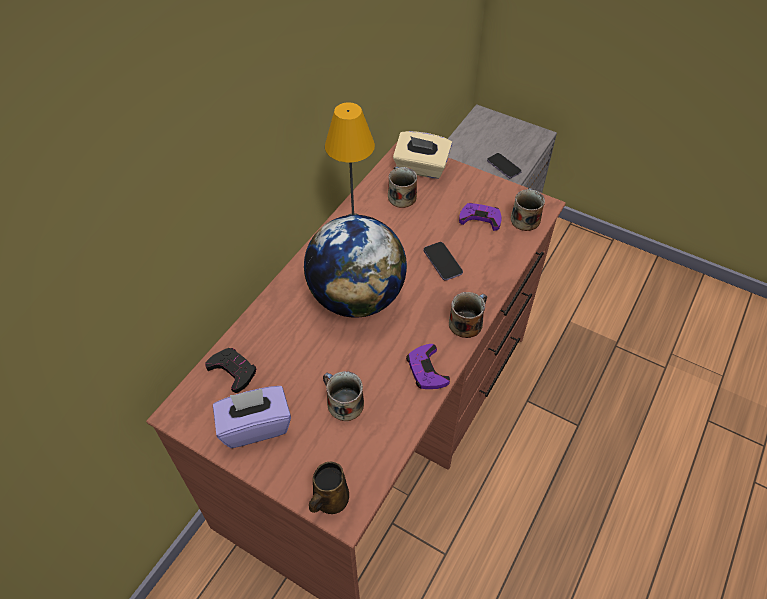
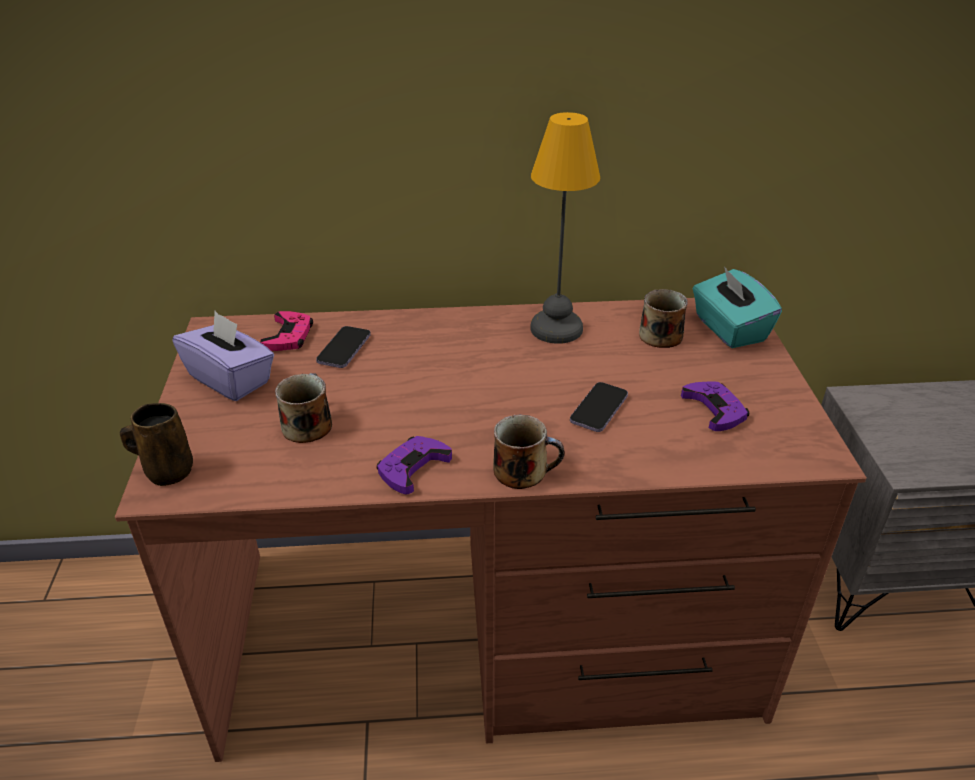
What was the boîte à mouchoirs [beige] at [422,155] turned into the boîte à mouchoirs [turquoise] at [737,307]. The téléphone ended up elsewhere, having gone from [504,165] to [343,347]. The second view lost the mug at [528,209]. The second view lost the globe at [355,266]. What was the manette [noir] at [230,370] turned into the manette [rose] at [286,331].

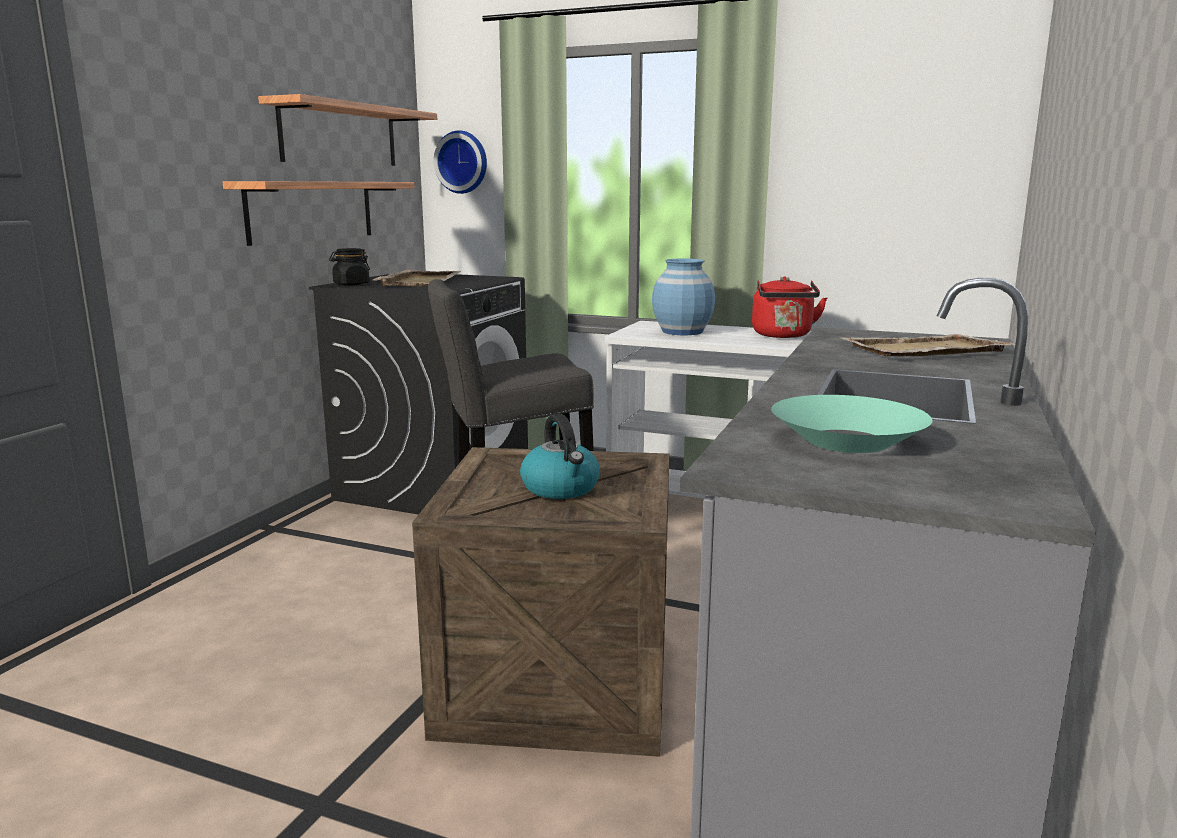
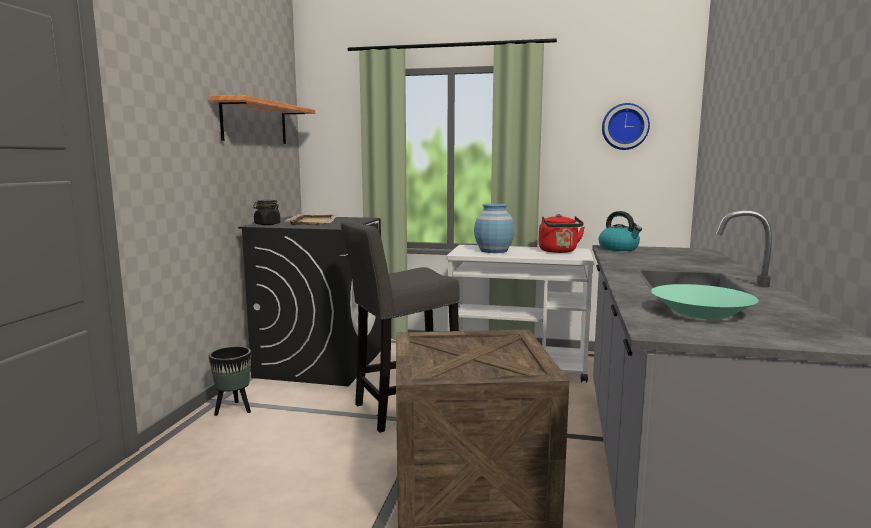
The horloge murale ended up elsewhere, having gone from [460,162] to [626,126]. The second view lost the étagère at [318,213]. The second view lost the plateau [beige] at [928,345]. The bouilloire ended up elsewhere, having gone from [560,456] to [620,231]. The second view gained the cache-pot [noir] at [230,381].

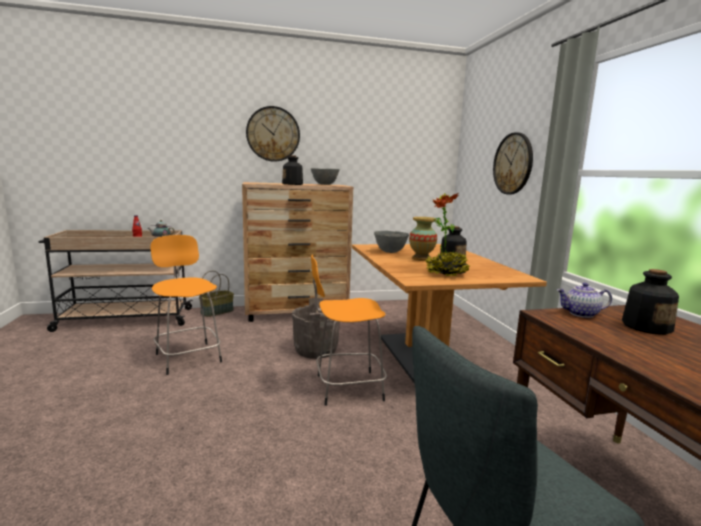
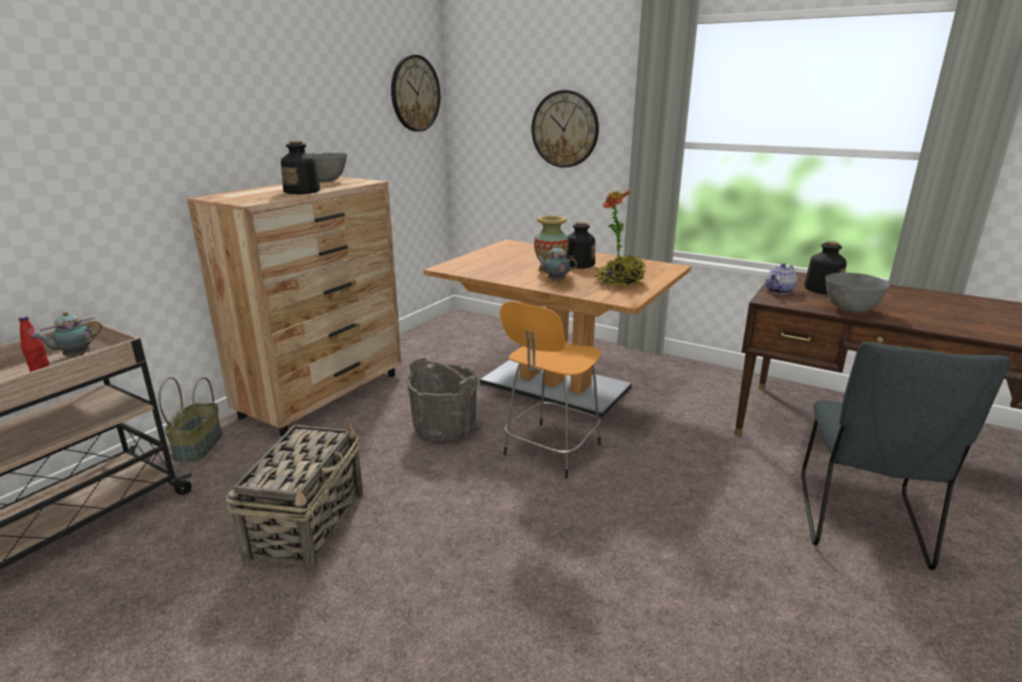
The horloge murale ended up elsewhere, having gone from [273,134] to [415,93]. The bol [gris] ended up elsewhere, having gone from [391,242] to [857,293]. Where the tabouret [orange] stood at [186,305], the panier came to stand at [294,497]. The second view gained the théière at [556,263].

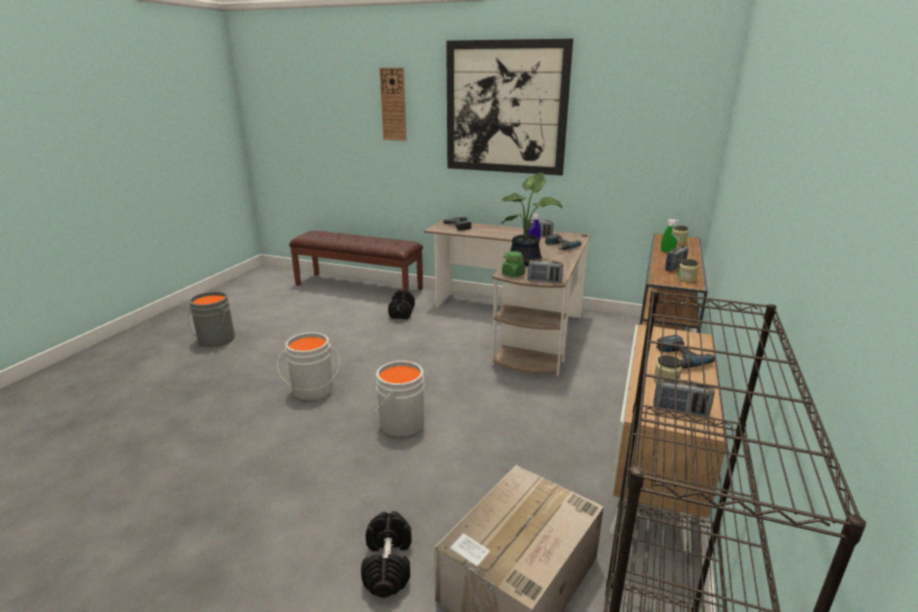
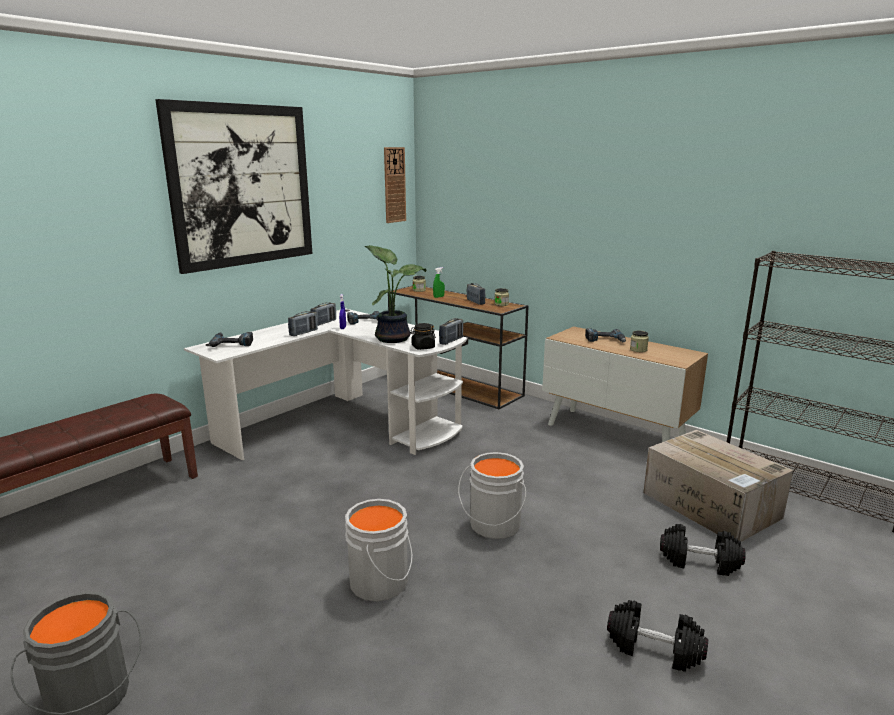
The horloge murale ended up elsewhere, having gone from [393,104] to [395,185]. What was the bureau [marron] at [507,298] turned into the bureau [blanc] at [325,384]. What was the bocal [vert] at [513,264] turned into the bocal [noir] at [423,336]. The haltère [noir] ended up elsewhere, having gone from [401,304] to [657,636]. The radio ended up elsewhere, having gone from [684,397] to [303,323].

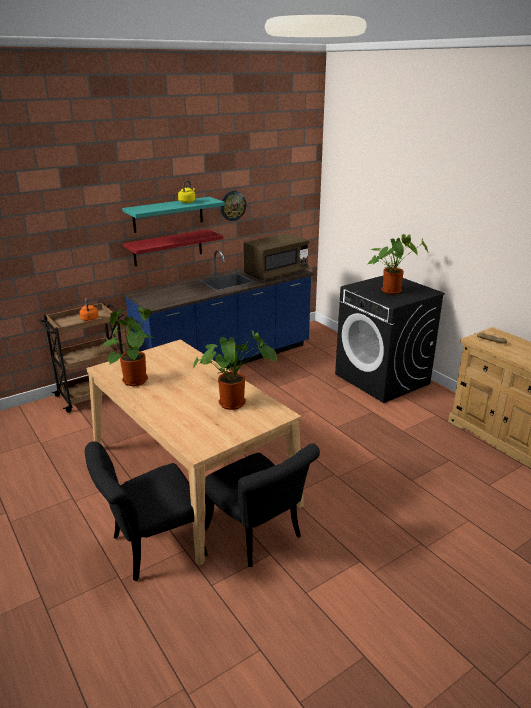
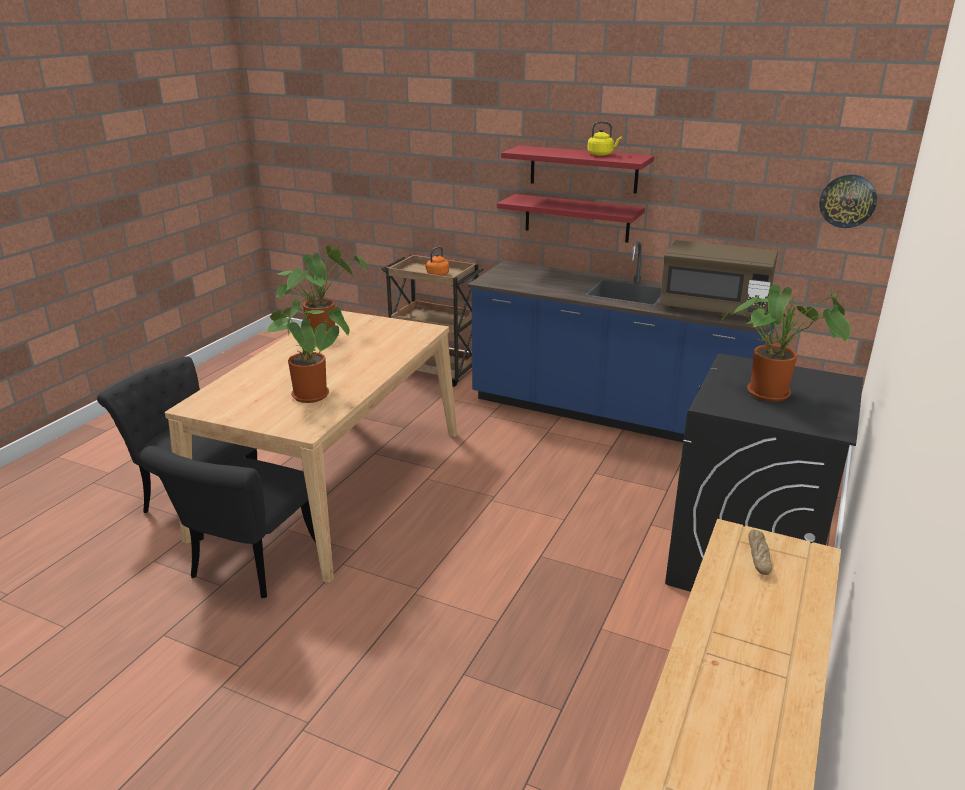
The horloge murale ended up elsewhere, having gone from [233,206] to [848,201]. What was the étagère [turquoise] at [173,215] turned into the étagère [rouge] at [577,169].

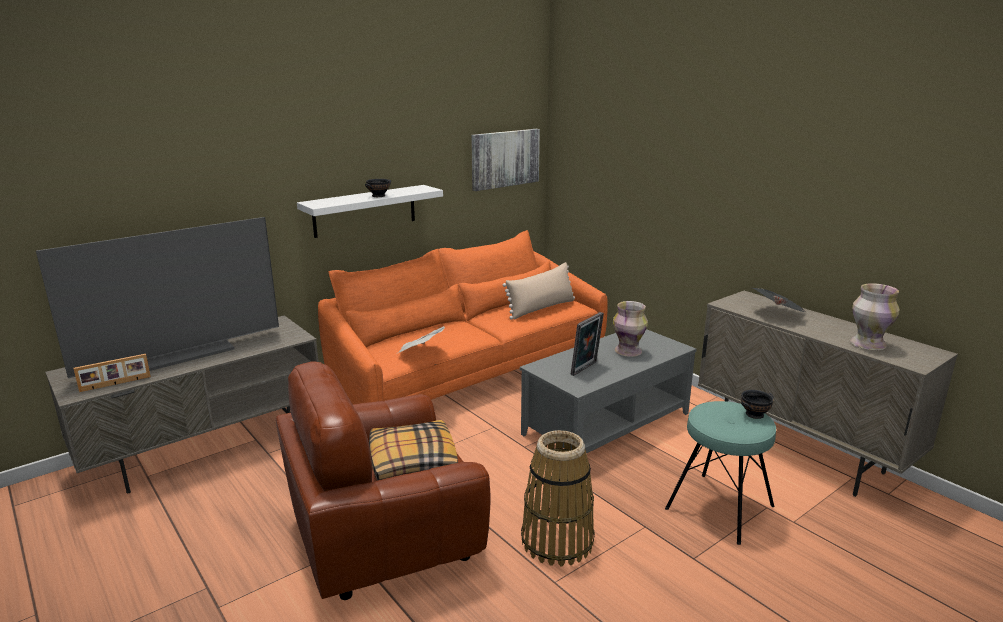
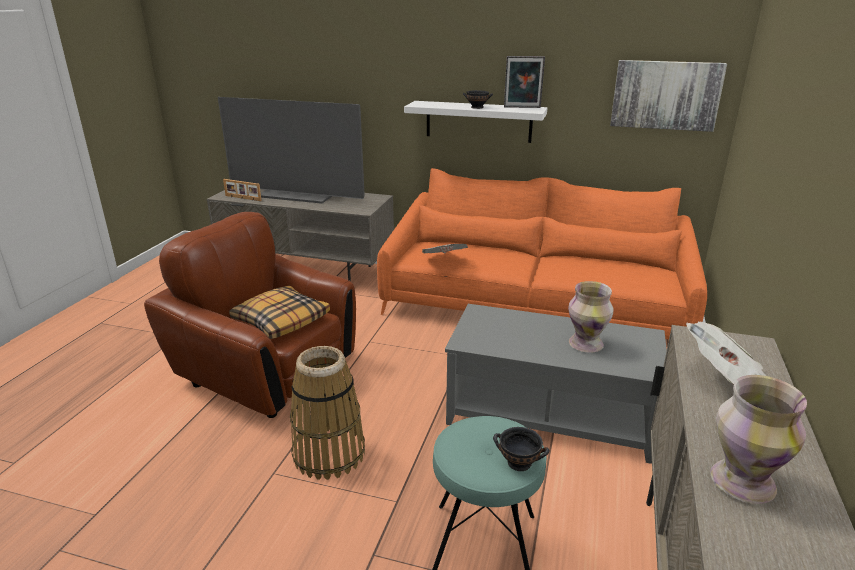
The second view lost the coussin [beige] at [539,291]. The cadre photo ended up elsewhere, having gone from [587,344] to [524,82].

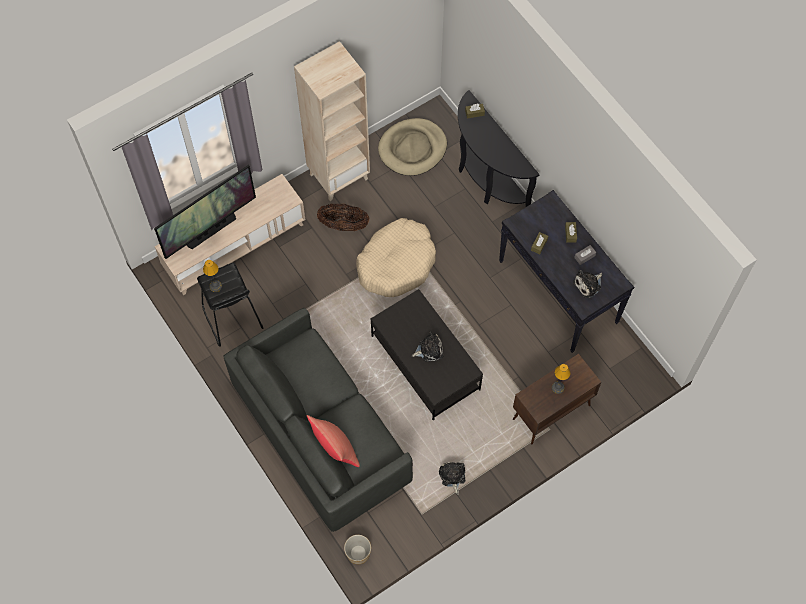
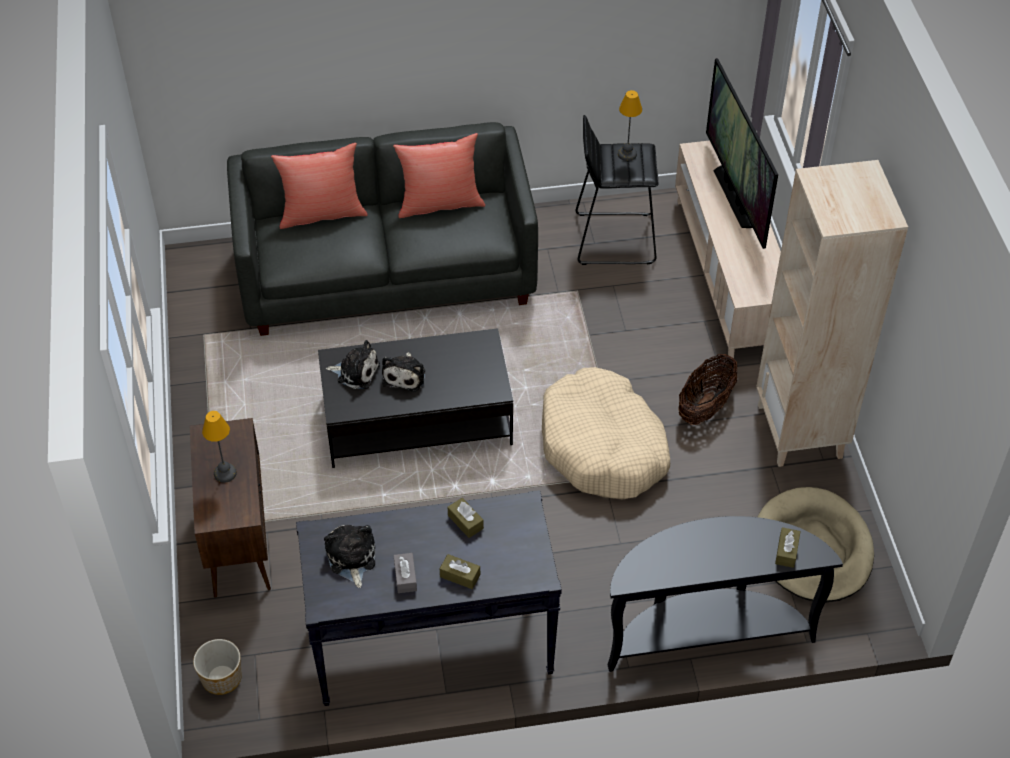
The peluche ended up elsewhere, having gone from [452,478] to [353,364]. The cache-pot ended up elsewhere, having gone from [357,549] to [217,667]. The second view gained the coussin [rouge] at [439,175].

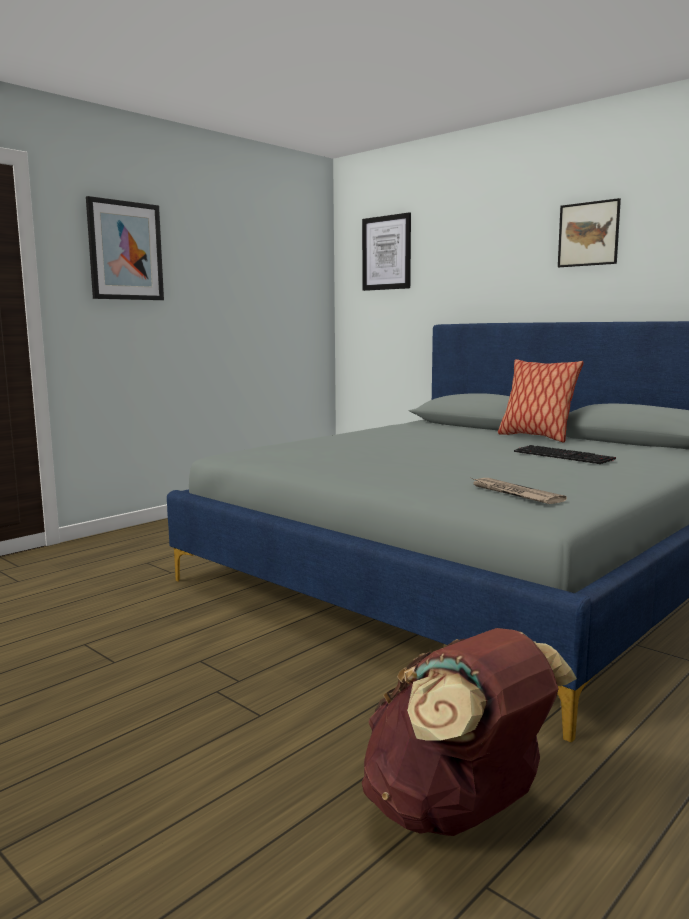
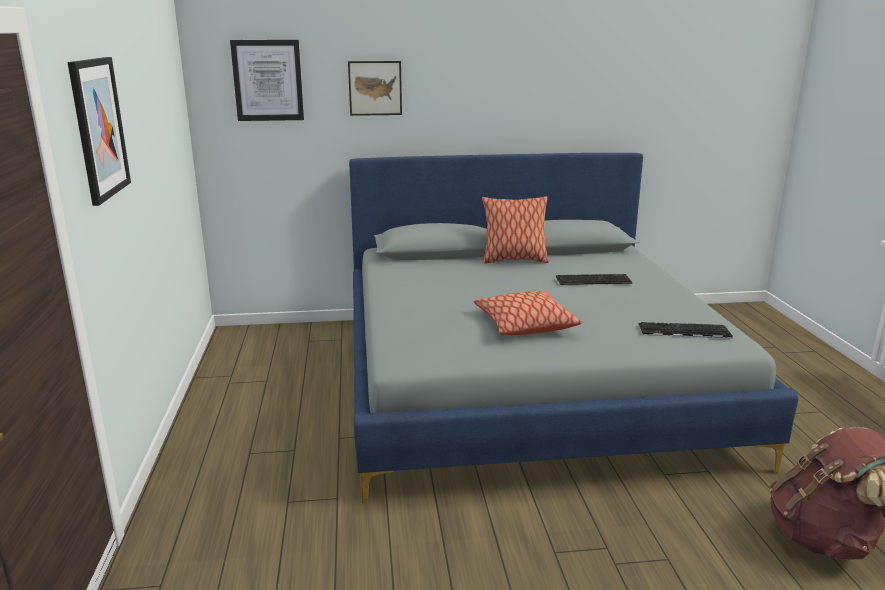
The tableau ended up elsewhere, having gone from [589,232] to [375,88]. Where the journal stood at [519,491], the clavier came to stand at [686,330]. The second view gained the coussin at [528,313].

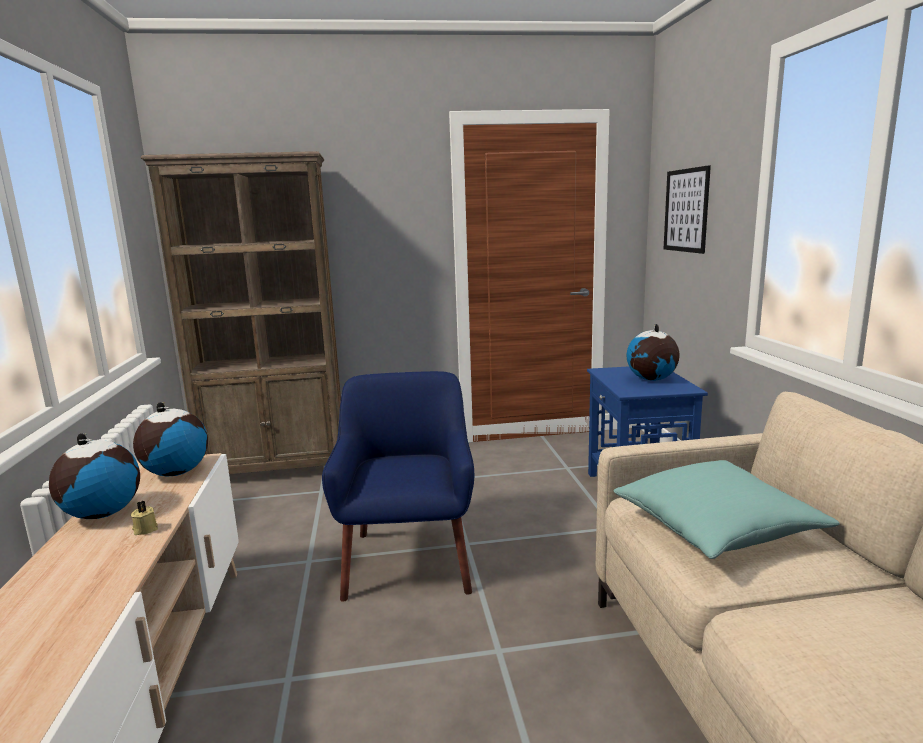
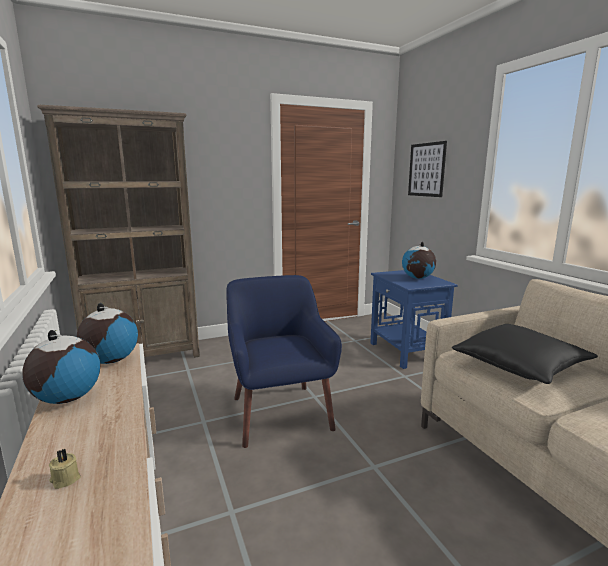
What was the coussin [turquoise] at [727,509] turned into the coussin [noir] at [525,354]. The bougie [beige] ended up elsewhere, having gone from [144,518] to [65,469].

